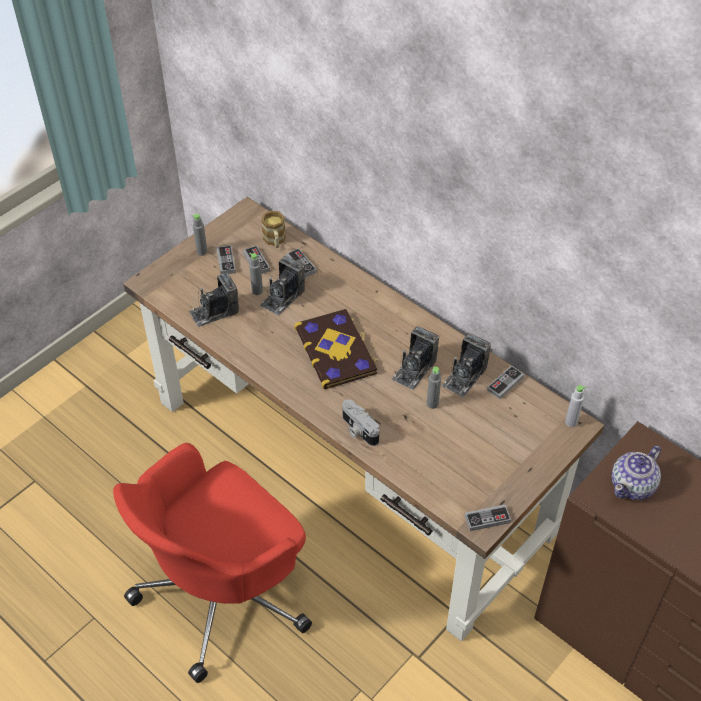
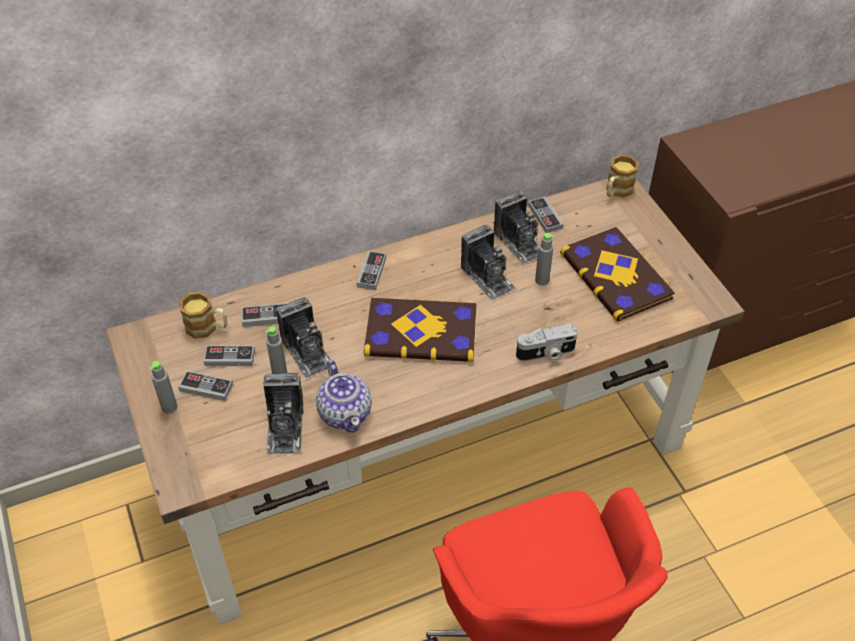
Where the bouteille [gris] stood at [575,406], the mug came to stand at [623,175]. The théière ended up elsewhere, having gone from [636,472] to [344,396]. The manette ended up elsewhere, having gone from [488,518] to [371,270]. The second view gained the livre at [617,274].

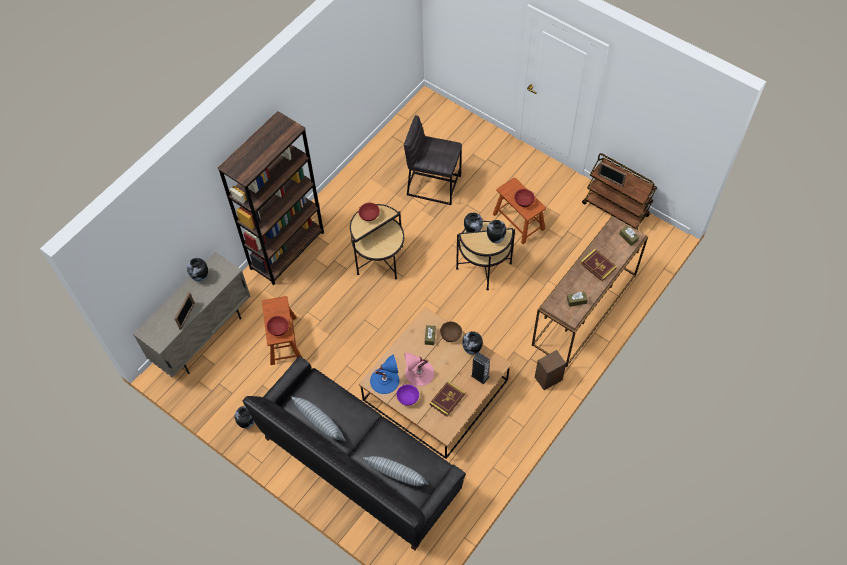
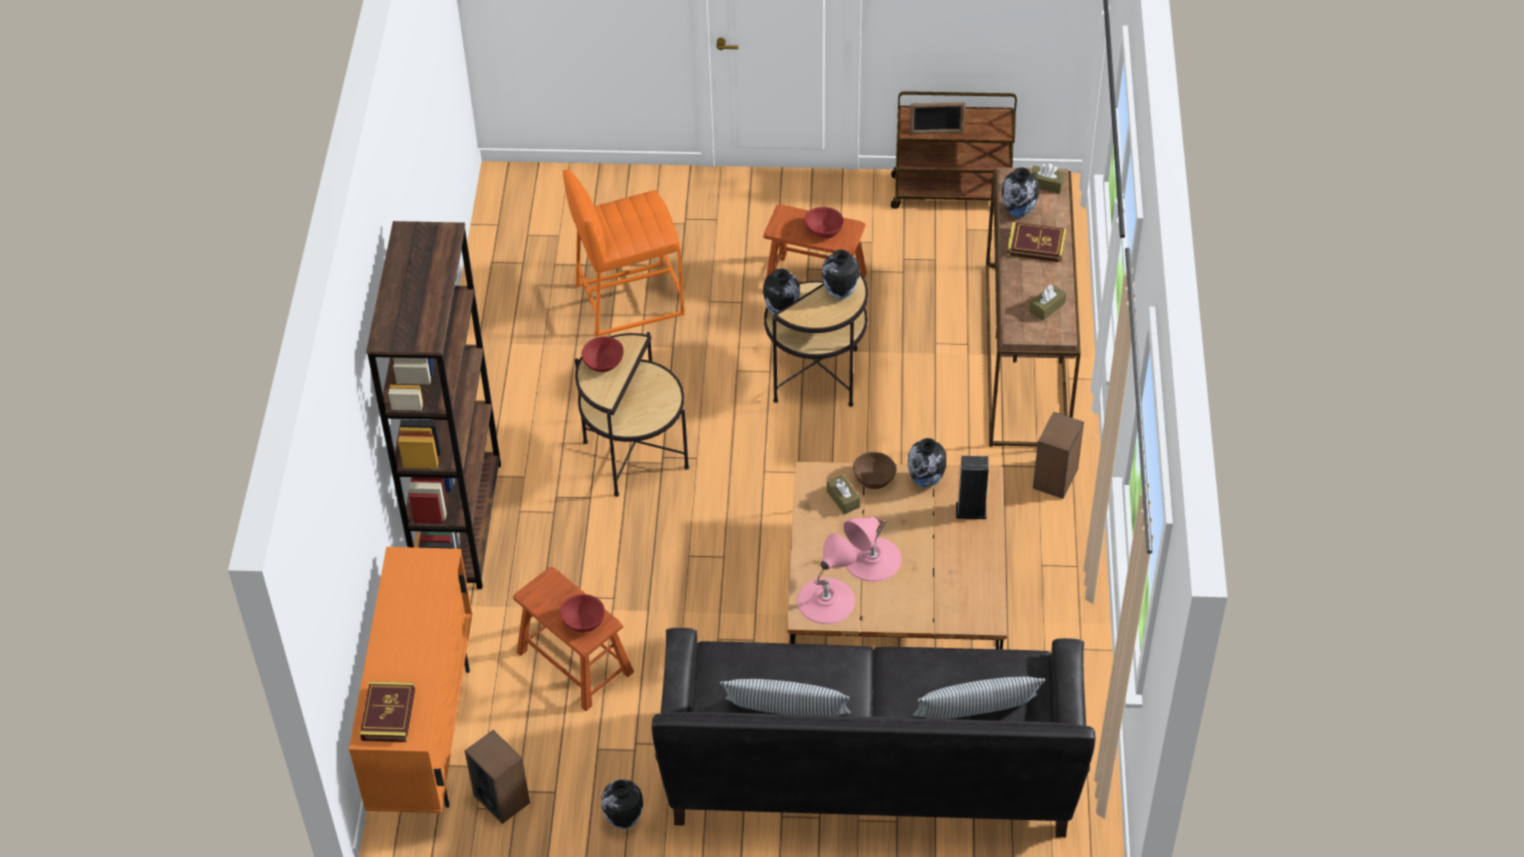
What was the tabouret [gris] at [433,160] turned into the tabouret [orange] at [623,253]. What was the meuble de rangement [beige] at [191,314] turned into the meuble de rangement [orange] at [410,680]. The vase ended up elsewhere, having gone from [197,270] to [1020,192]. The second view lost the cadre photo at [184,311]. What was the lampe de table [bleu] at [384,374] turned into the lampe de table [rose] at [827,578]. The livre ended up elsewhere, having gone from [447,399] to [387,711]. The second view lost the bol [violet] at [408,395]. The second view gained the enceinte at [497,777].

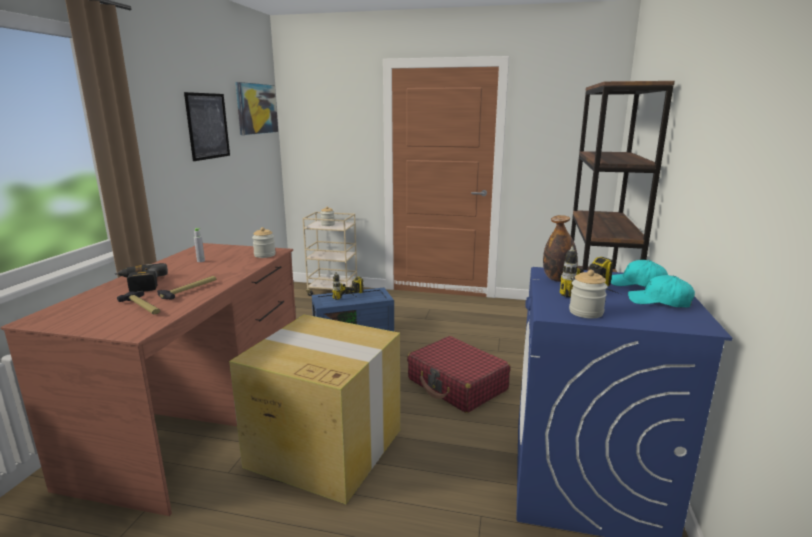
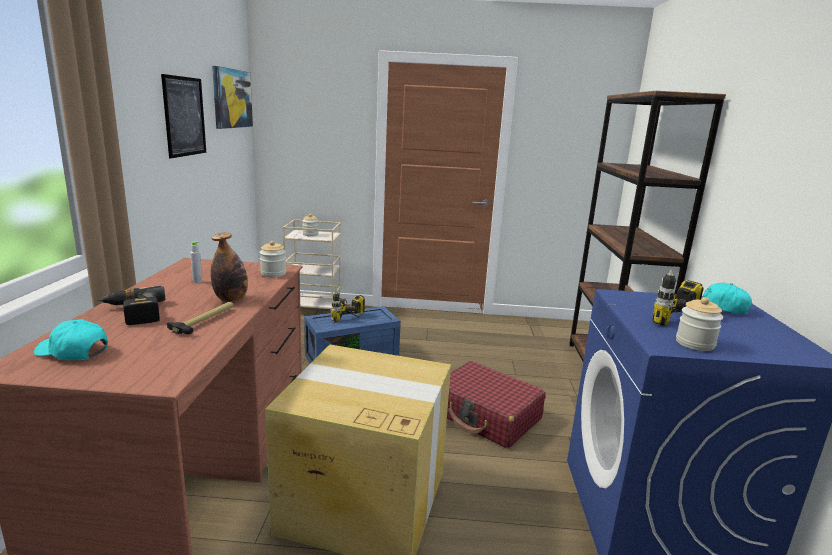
The bouteille ended up elsewhere, having gone from [560,248] to [229,267]. The casquette [turquoise] ended up elsewhere, having gone from [661,291] to [71,339]. The second view lost the marteau at [138,302].

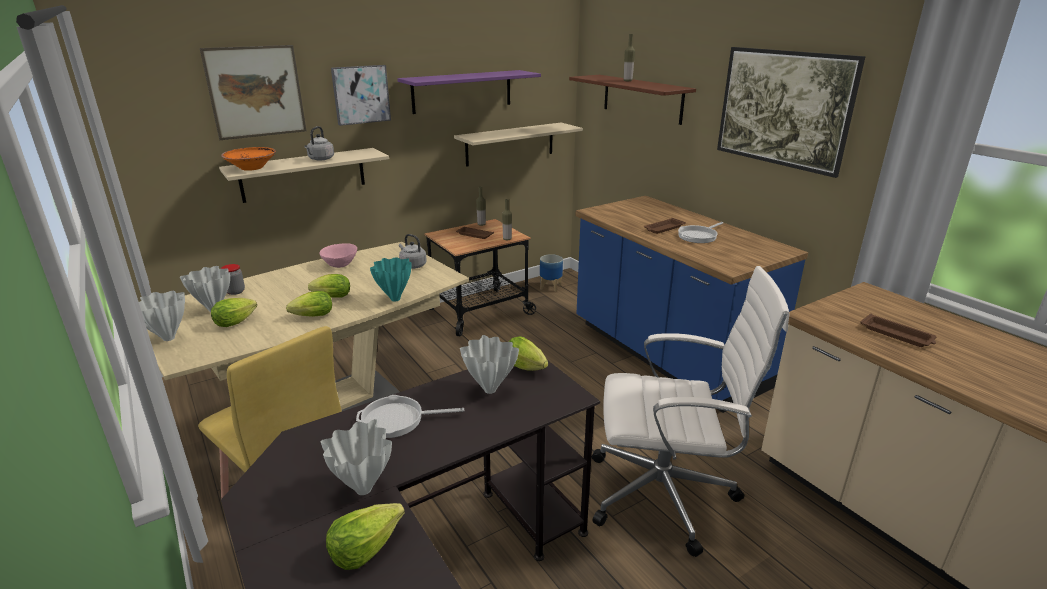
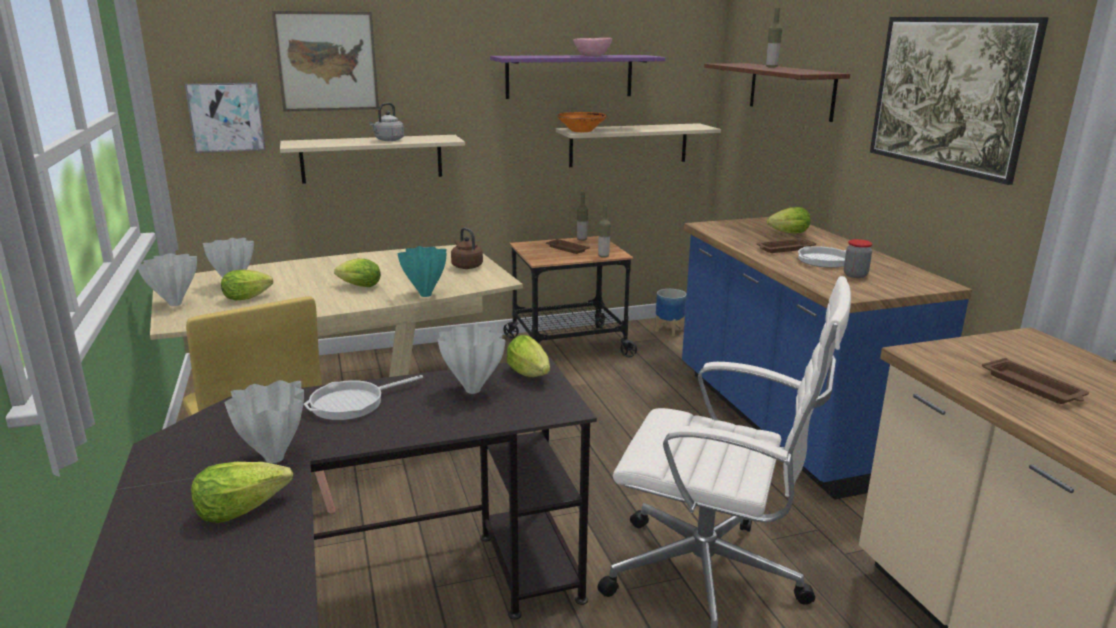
The tableau ended up elsewhere, having gone from [361,95] to [225,118]. The bol [orange] ended up elsewhere, having gone from [248,159] to [581,122]. What was the bouilloire [gris] at [413,251] turned into the bouilloire [marron] at [467,248]. The bol [rose] ended up elsewhere, having gone from [338,255] to [592,47]. The bocal ended up elsewhere, having gone from [233,279] to [858,258]. The laitue ended up elsewhere, having gone from [309,304] to [789,220]. The poêle at [410,416] ended up facing another way, 45 degrees counterclockwise from before.

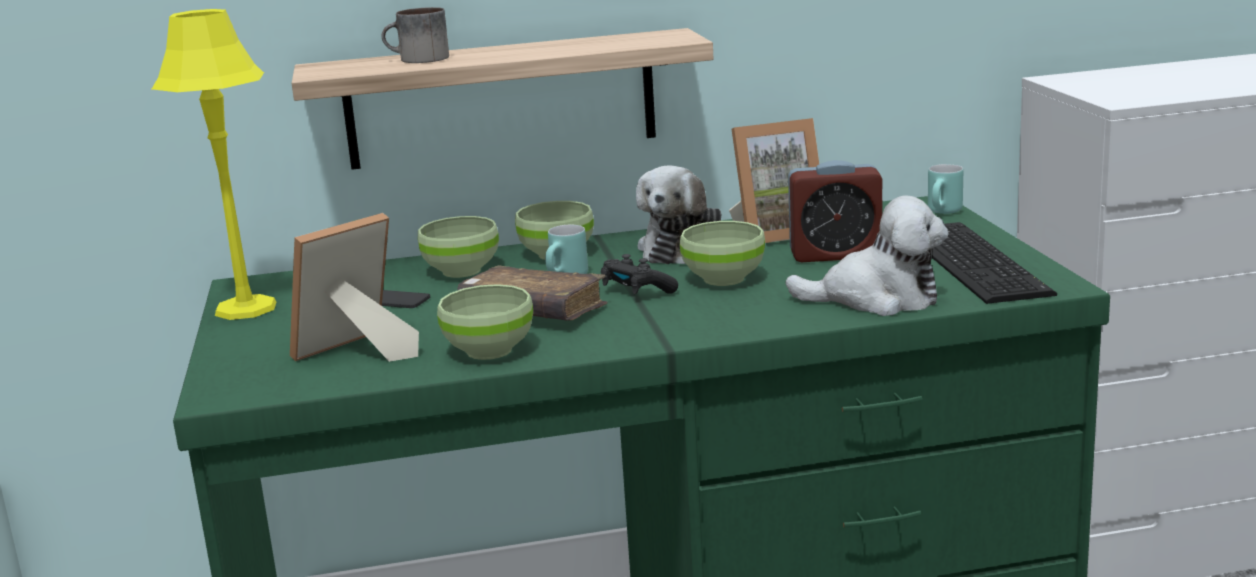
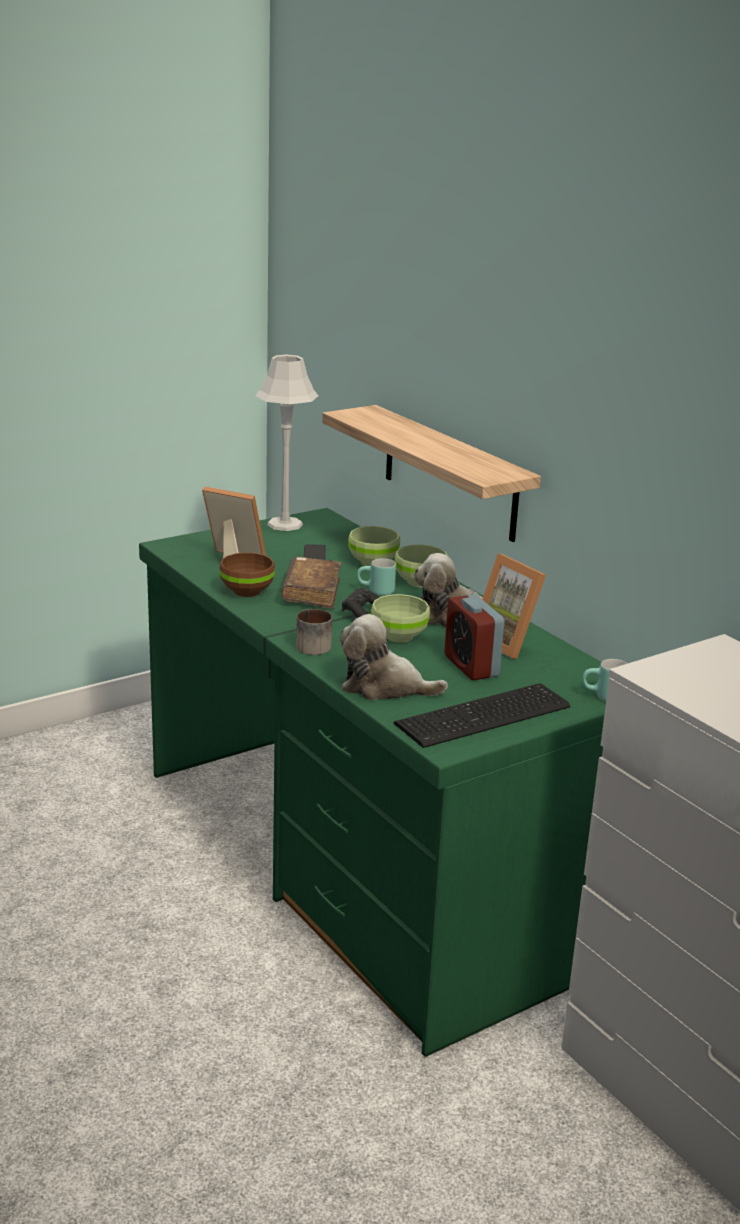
The mug ended up elsewhere, having gone from [415,35] to [314,632]. What was the lampe de table [jaune] at [214,164] turned into the lampe de table [gris] at [286,442]. The peluche at [867,255] ended up facing another way, 120 degrees clockwise from before. What was the bol [vert] at [485,322] turned into the bol [marron] at [247,574].

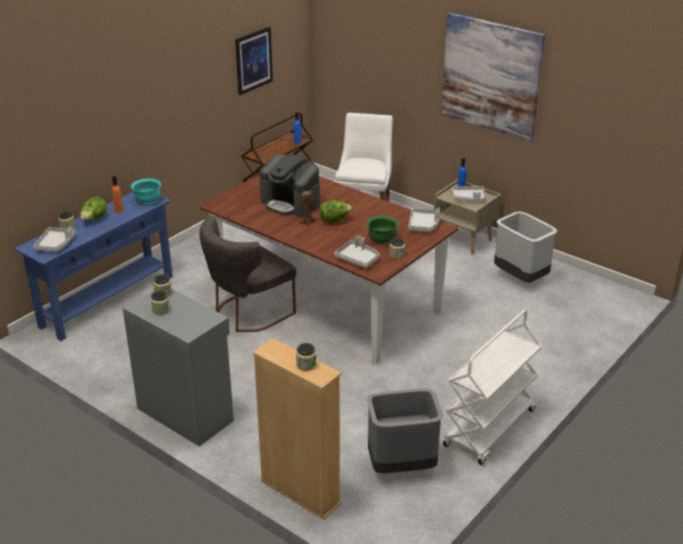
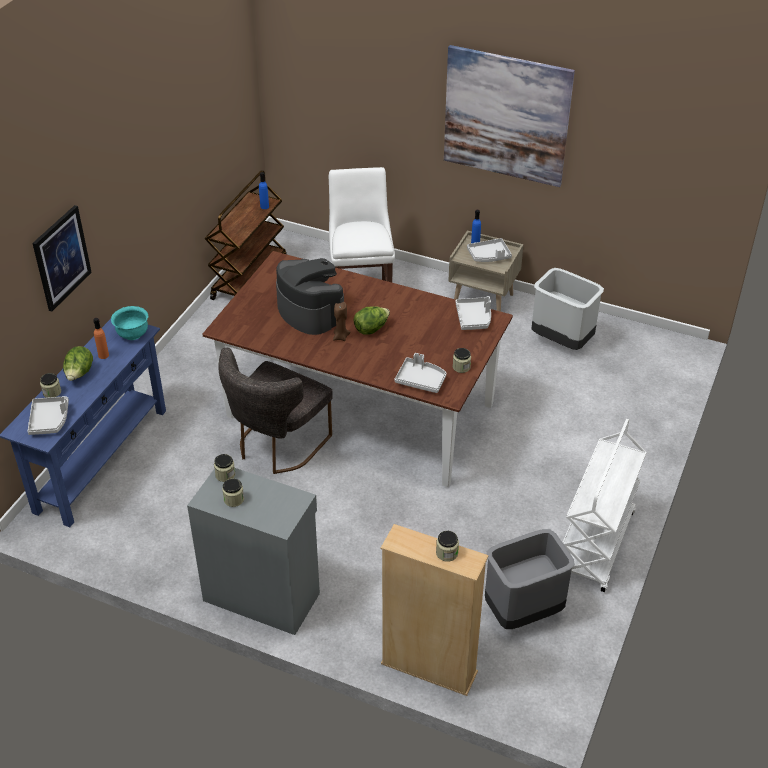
The tableau ended up elsewhere, having gone from [254,61] to [62,258]. The machine à café at [289,185] ended up facing another way, 150 degrees counterclockwise from before. The second view lost the bol [vert] at [383,229].

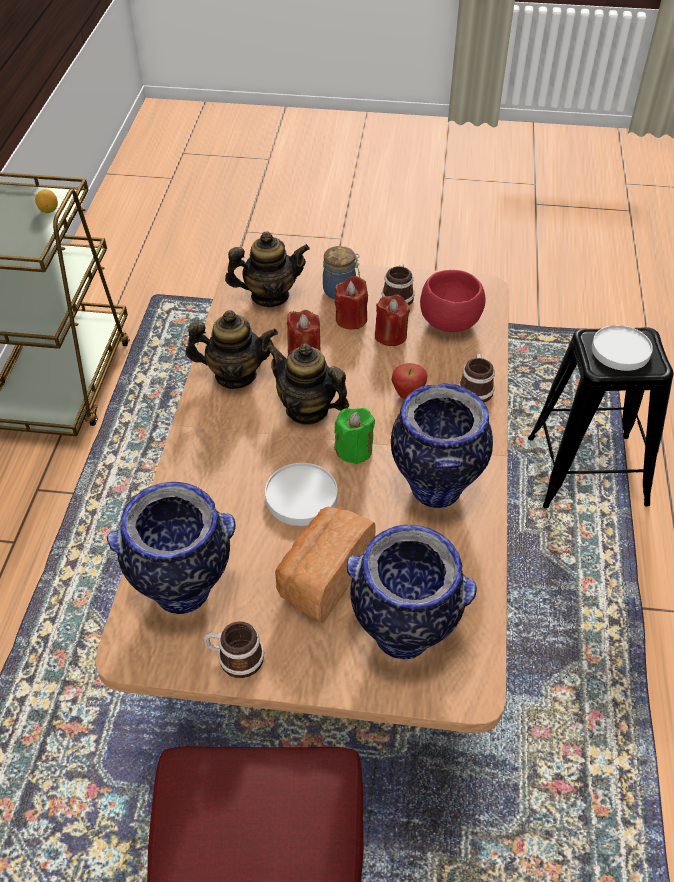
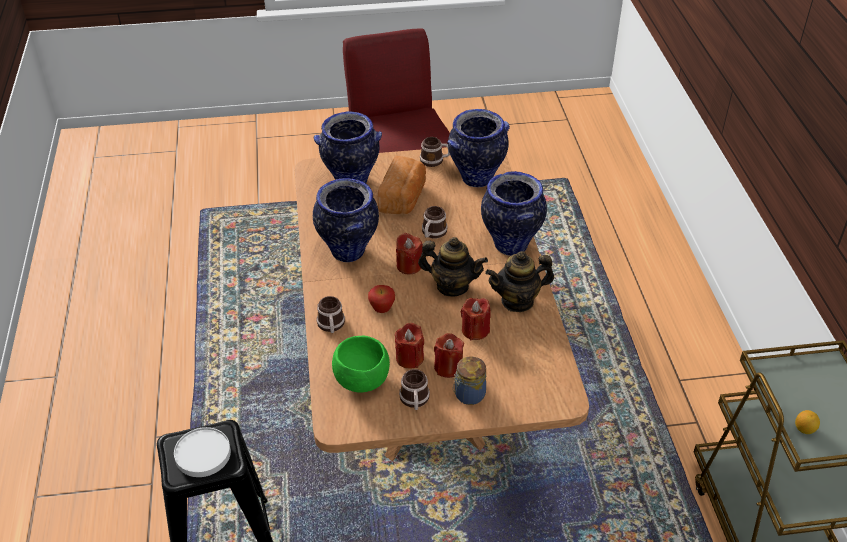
The second view lost the théière at [267,269]. What was the bol [rouge] at [453,301] turned into the bol [vert] at [361,364]. What was the bougie [vert] at [354,436] turned into the bougie [rouge] at [409,253]. Where the assiette [blanc] stood at [301,494], the mug came to stand at [435,222]. The second view gained the vase at [514,213].

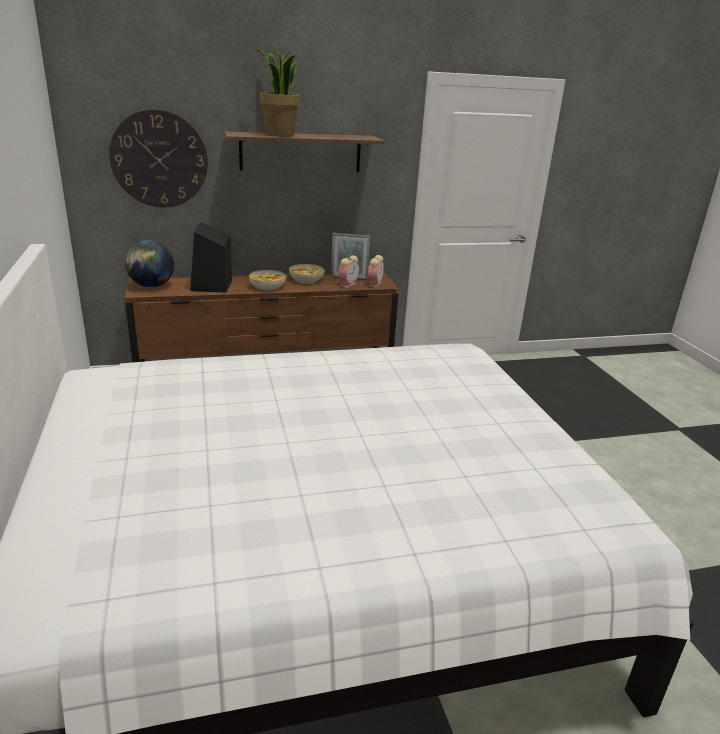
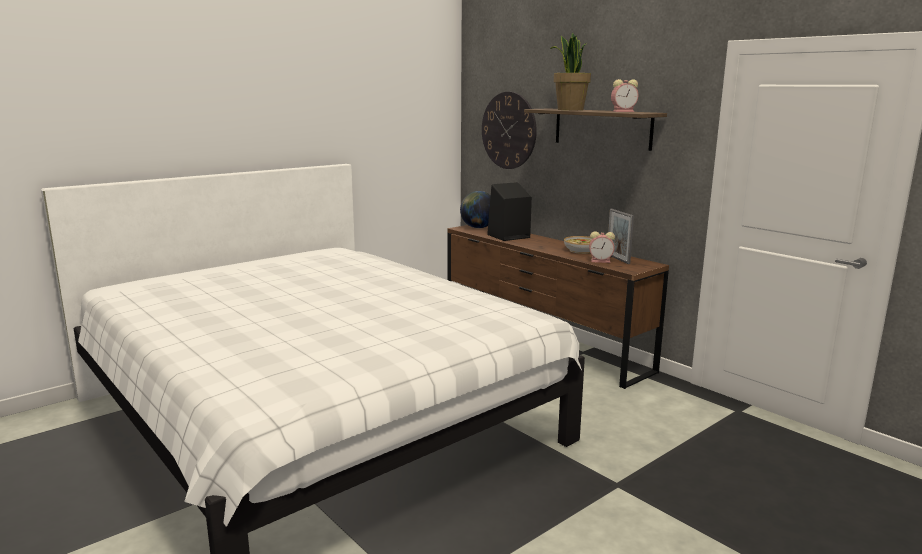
The réveil ended up elsewhere, having gone from [376,271] to [624,95]. The second view lost the bol at [267,280].

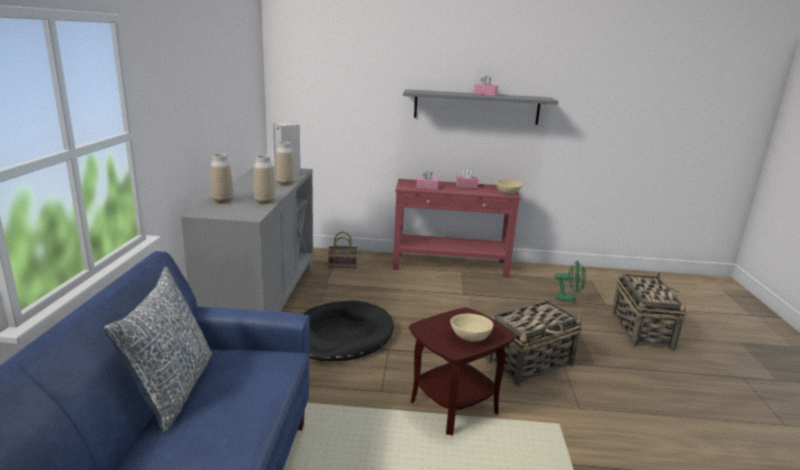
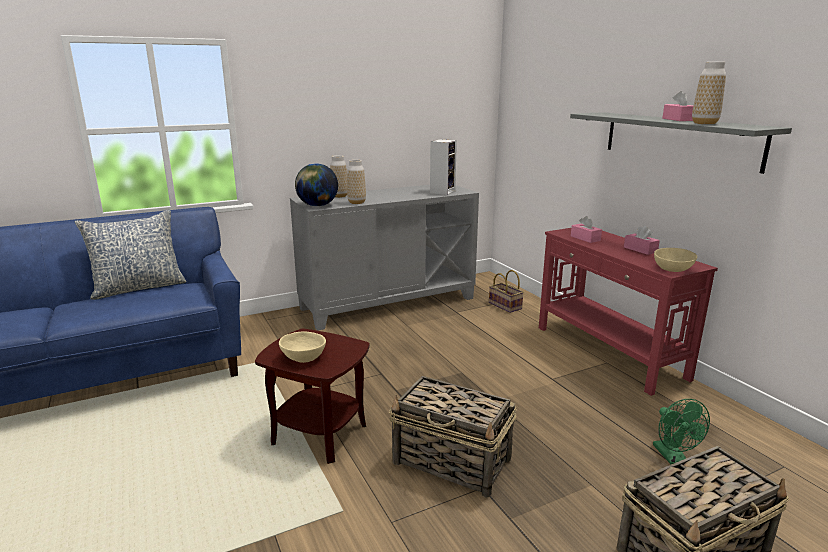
The vase ended up elsewhere, having gone from [285,163] to [709,93]. The second view lost the panier pour chien [noir] at [348,331]. The second view gained the globe at [316,185].

